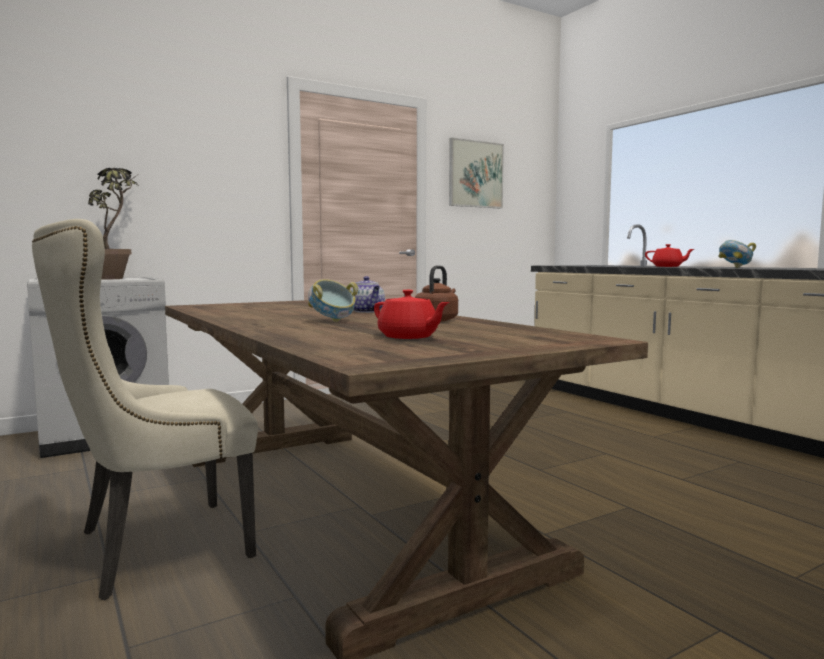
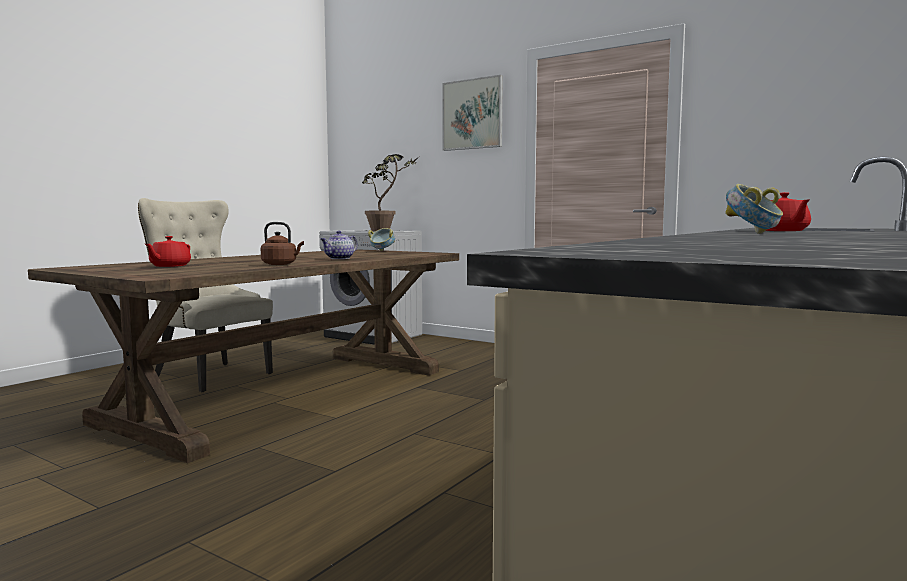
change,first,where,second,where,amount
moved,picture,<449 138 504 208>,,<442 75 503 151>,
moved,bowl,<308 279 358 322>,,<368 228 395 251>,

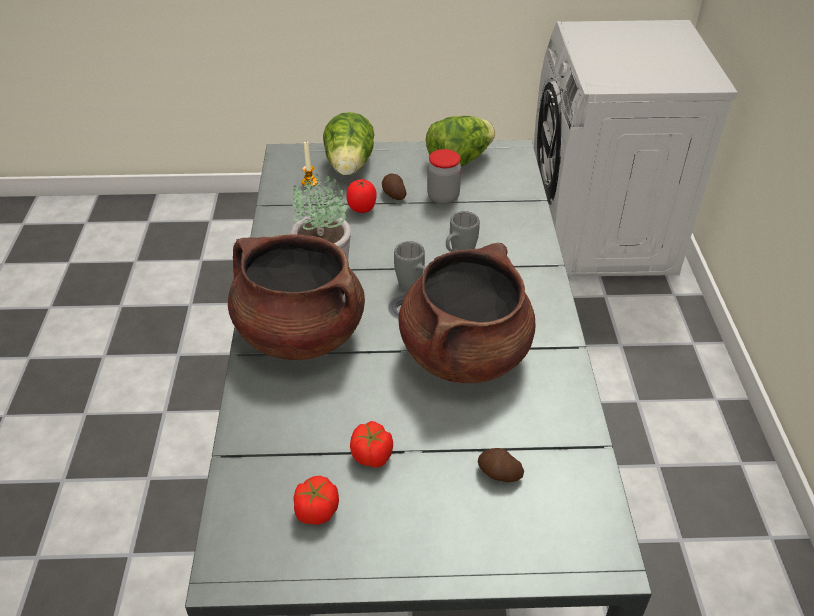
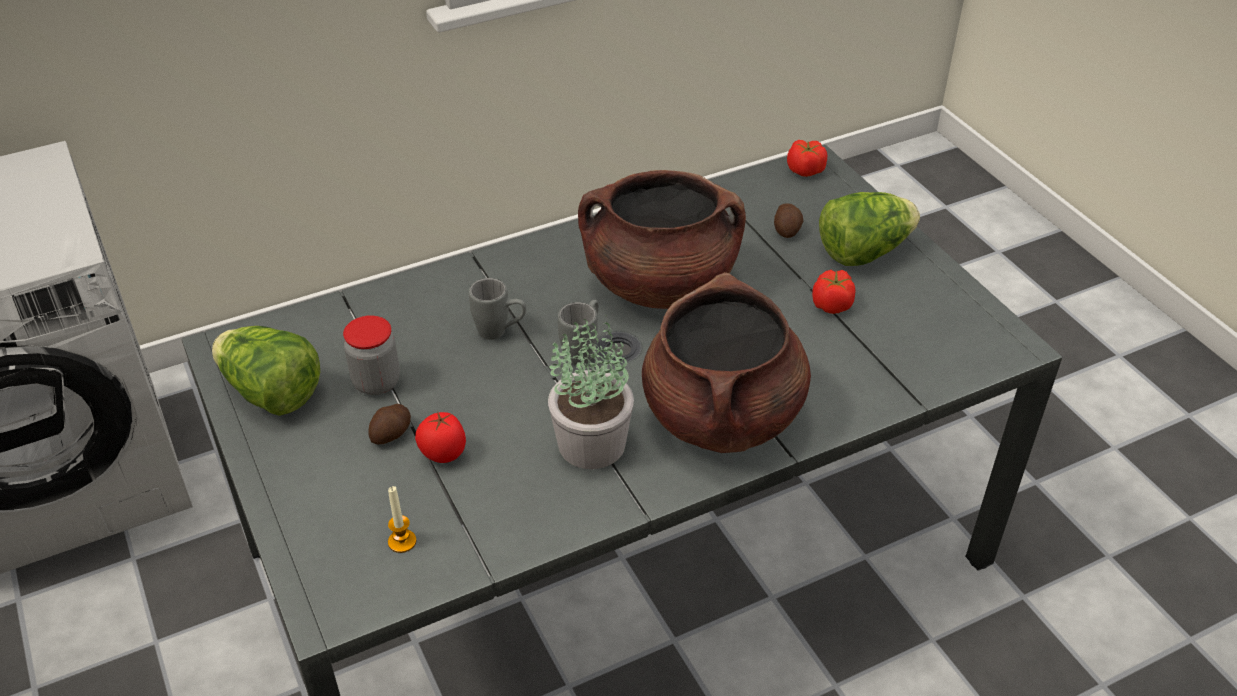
change,first,where,second,where,amount
moved,lettuce,<323 112 374 176>,,<819 192 920 266>,
moved,tomato,<293 476 339 525>,,<787 140 827 177>,

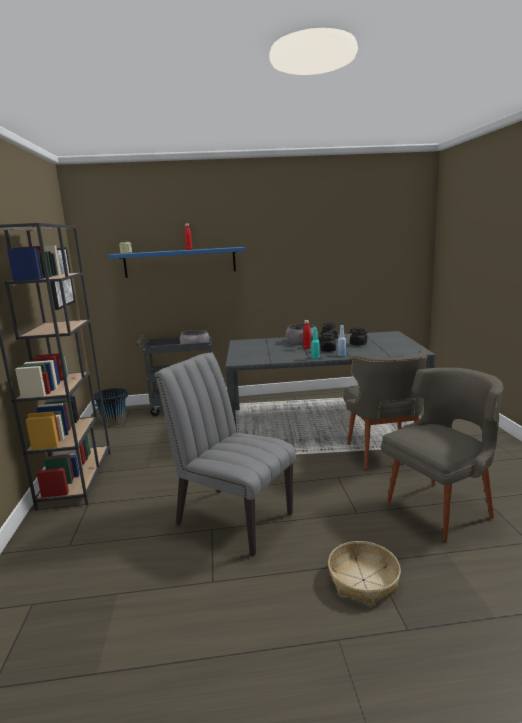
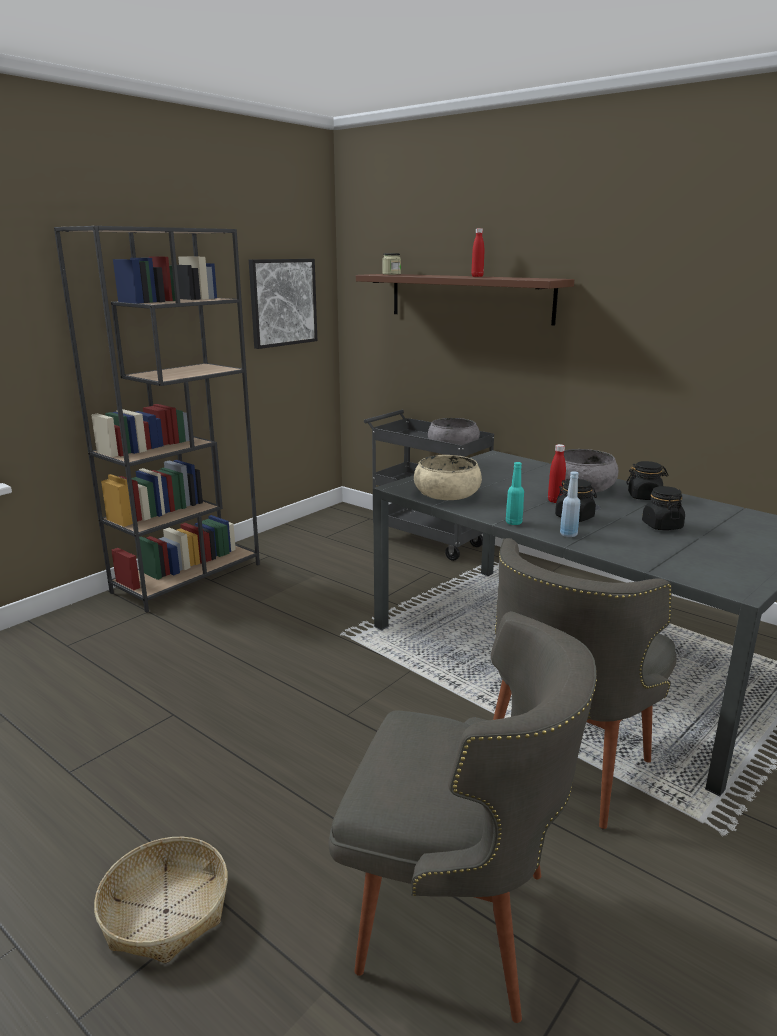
change,first,where,second,where,amount
recoloured,blue shelf,<108 247 245 278>,brown shelf,<356 274 574 325>,
removed,grey chair,<155 352 296 556>,,,
removed,black bucket,<91 388 129 426>,,,
added,,,beige bowl,<414 455 482 500>,

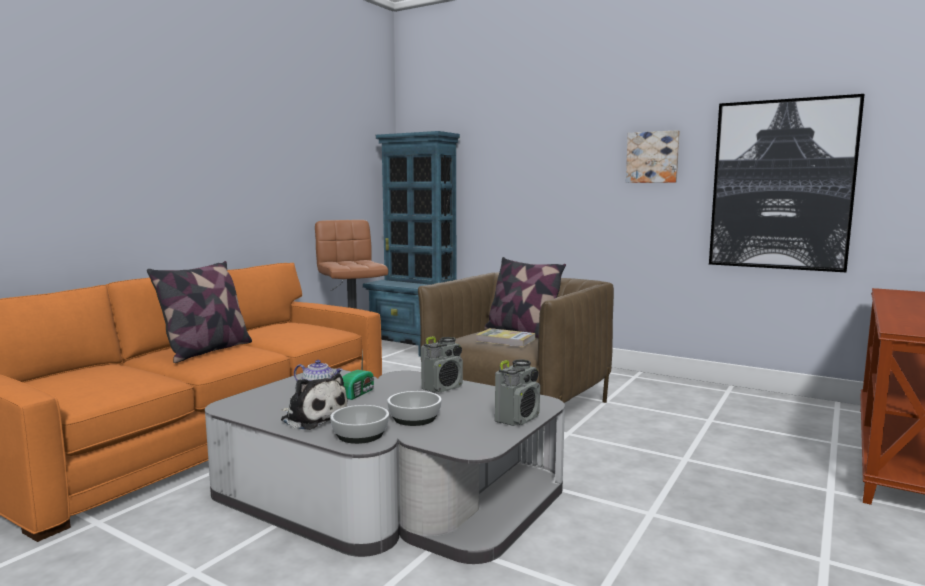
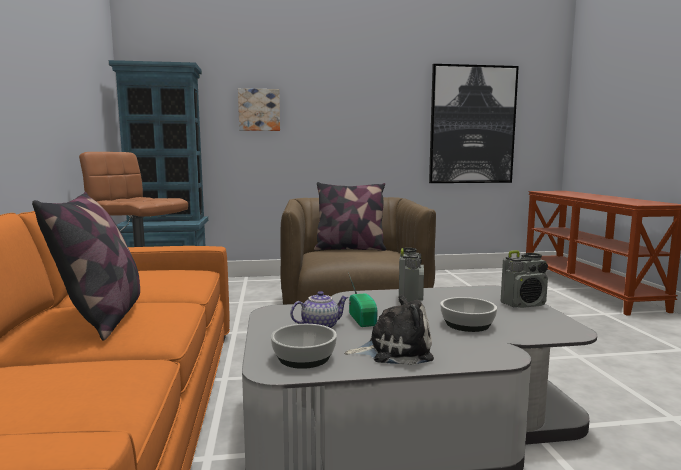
change,first,where,second,where,amount
moved,picture,<626 130 680 183>,,<238 88 280 131>,
removed,book,<476 328 535 347>,,,
turned,radio,<495 359 540 426>,,<501 250 548 308>,75 degrees clockwise
moved,bowl,<330 405 389 444>,,<271 324 337 369>,

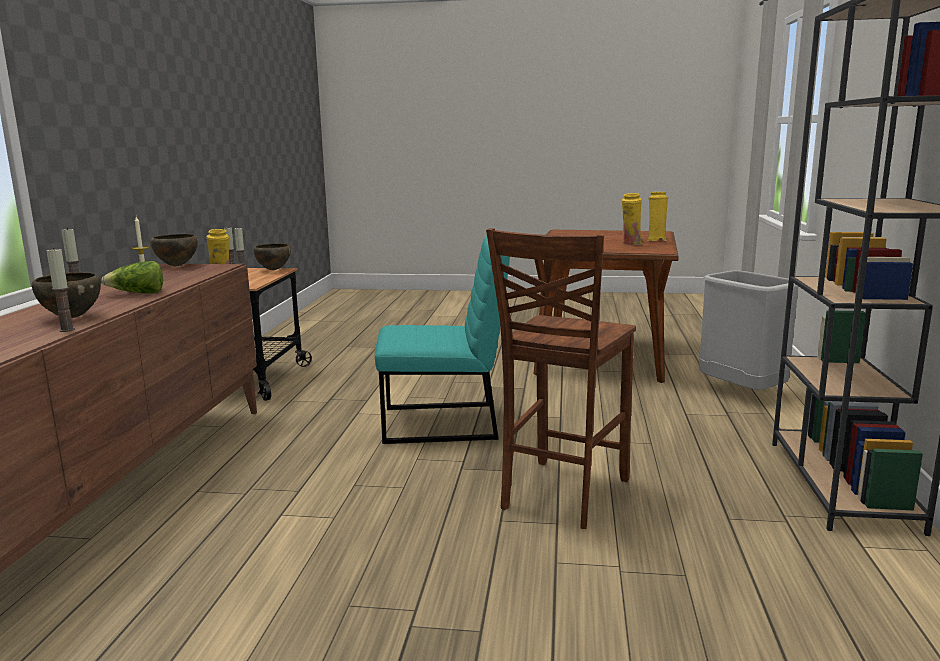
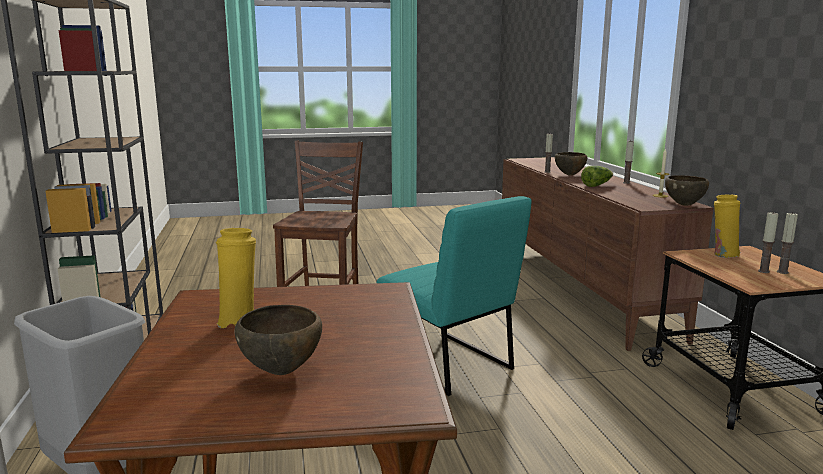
change,first,where,second,where,amount
removed,yellow vase,<648 192 668 241>,,,
turned,turquoise chair,<375 236 510 444>,,<377 196 532 396>,105 degrees counterclockwise
moved,brown bowl,<253 244 291 270>,,<234 305 322 375>,

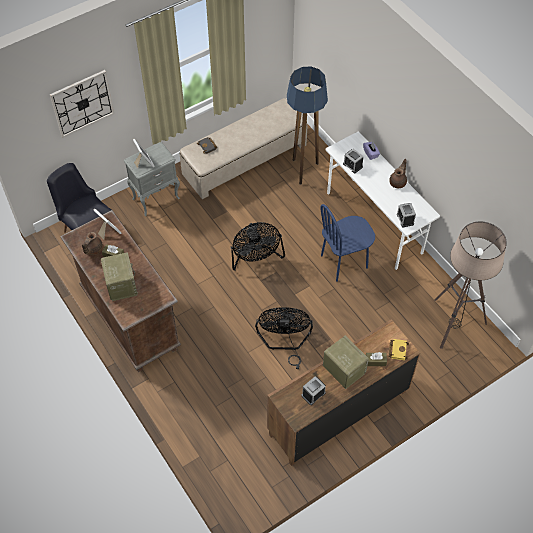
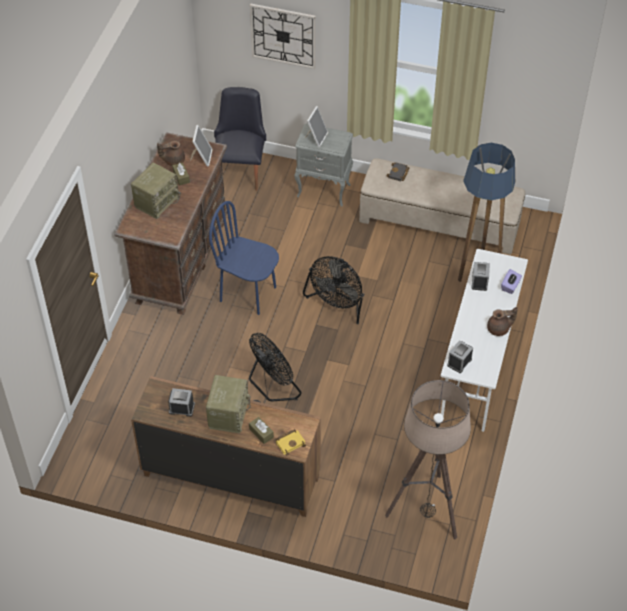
change,first,where,second,where,amount
moved,blue chair,<320 204 375 282>,,<209 201 279 315>,

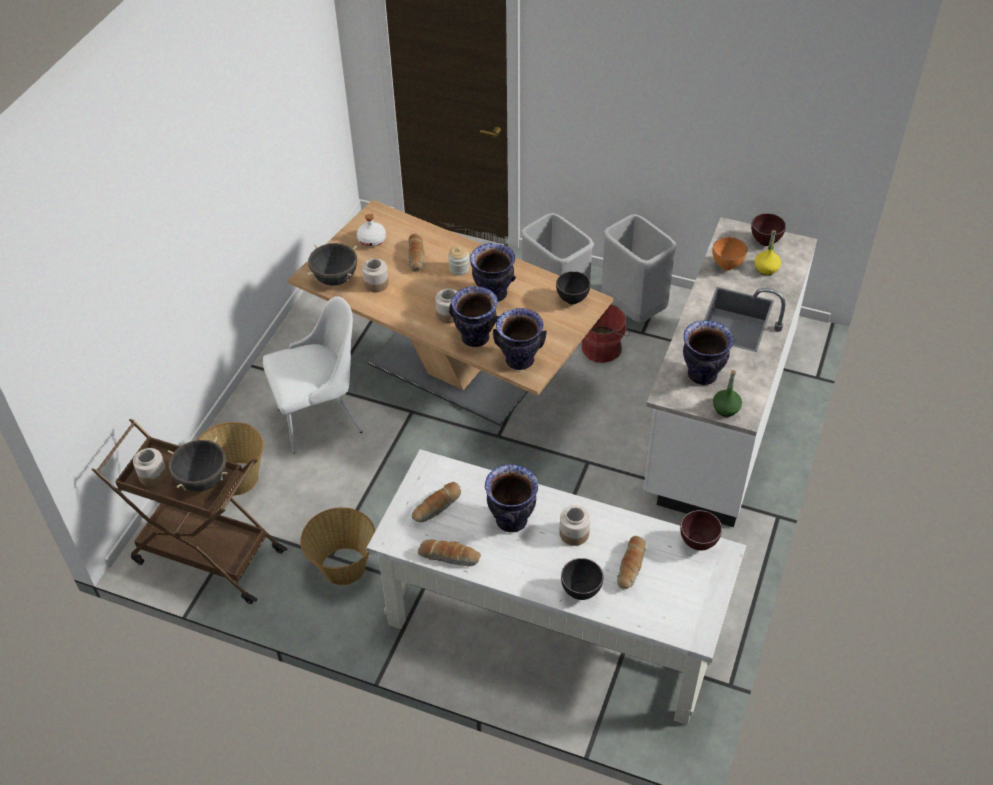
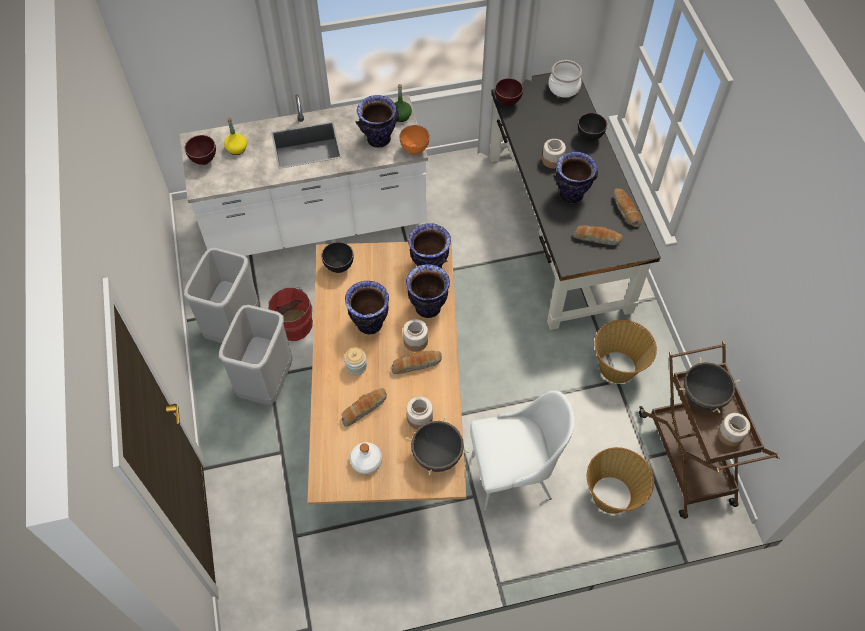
change,first,where,second,where,amount
moved,orange bowl,<712 237 748 270>,,<400 125 430 155>,
turned,white chair,<263 296 362 454>,,<470 390 574 511>,135 degrees clockwise
recoloured,white desk,<366 449 746 725>,black desk,<489 73 661 330>,
moved,bread,<617 536 646 589>,,<391 351 442 374>,
added,,,cooking pot,<548 60 582 98>,

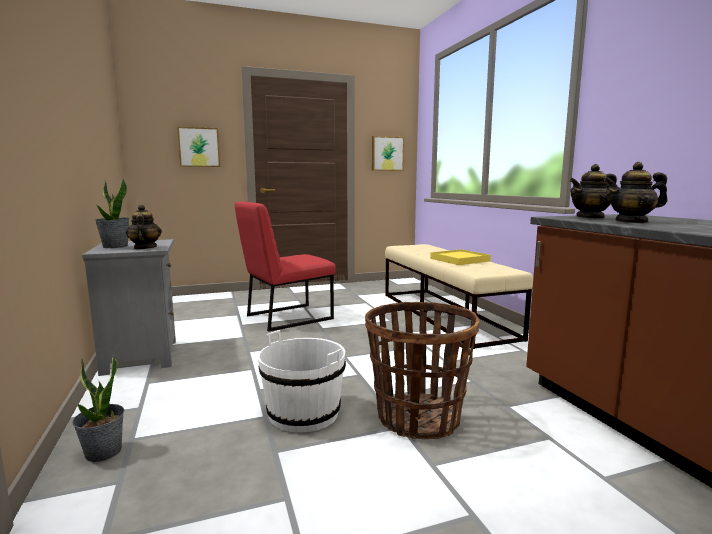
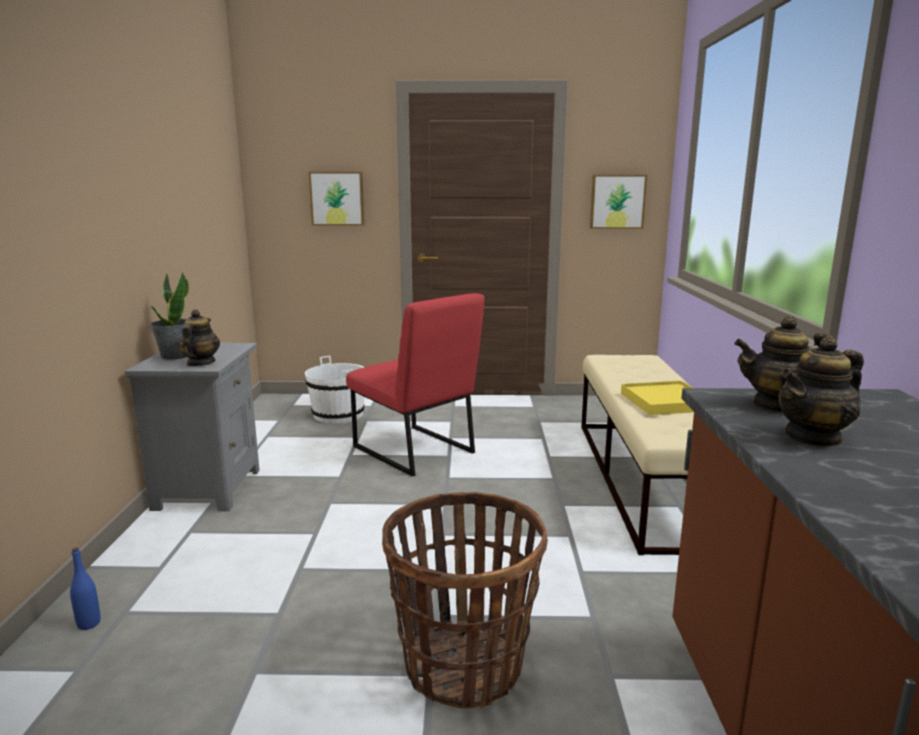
change,first,where,second,where,amount
turned,teapot,<604 162 667 223>,,<779 336 864 448>,45 degrees counterclockwise
turned,red chair,<235 202 336 332>,,<346 293 484 477>,120 degrees counterclockwise
moved,white bucket,<258 330 346 432>,,<305 356 364 423>,
replaced,potted plant,<72 355 124 462>,blue bottle,<70 547 101 630>,

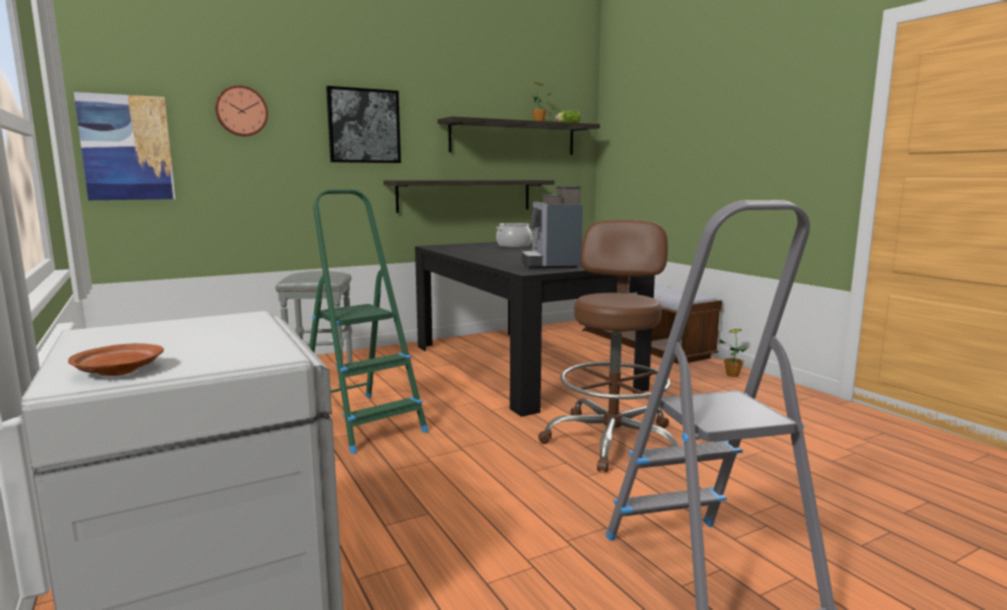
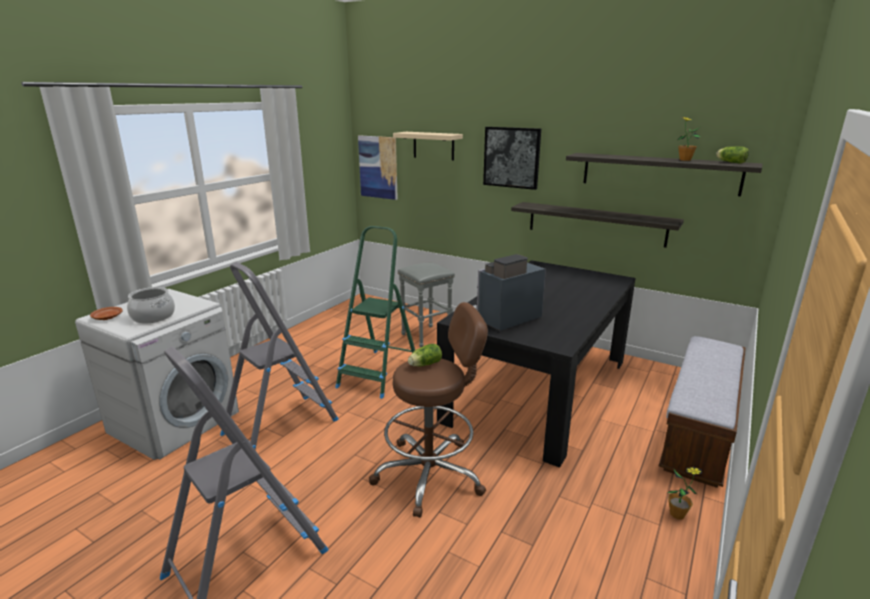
change,first,where,second,where,amount
replaced,wall clock,<215 85 268 136>,beige shelf,<393 132 463 160>,
moved,cooking pot,<496 223 532 247>,,<127 287 175 324>,
added,,,grey step ladder,<220 262 339 450>,
added,,,lettuce,<408 344 442 367>,

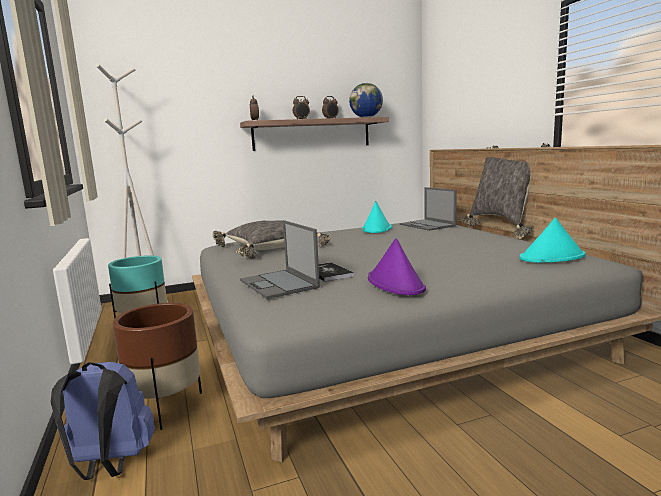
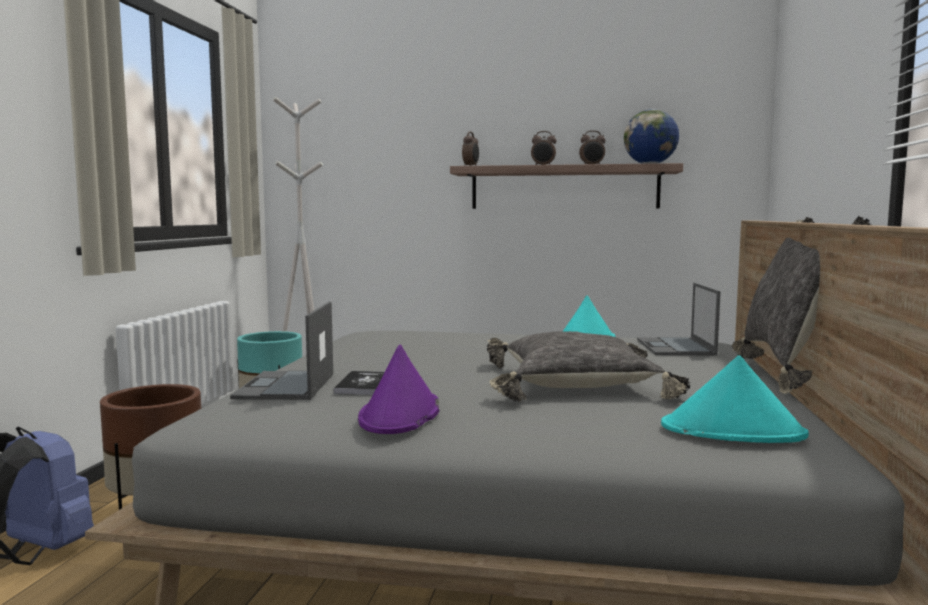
change,first,where,second,where,amount
moved,pillow,<212 220 331 259>,,<487 331 691 402>,

